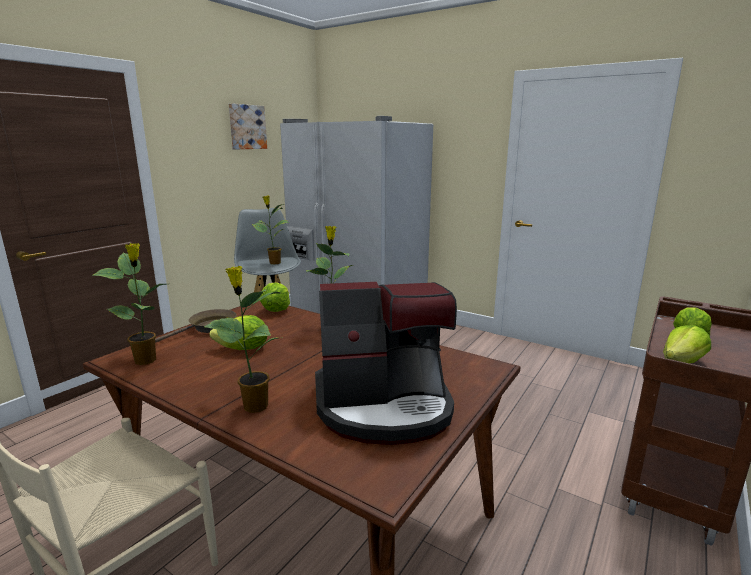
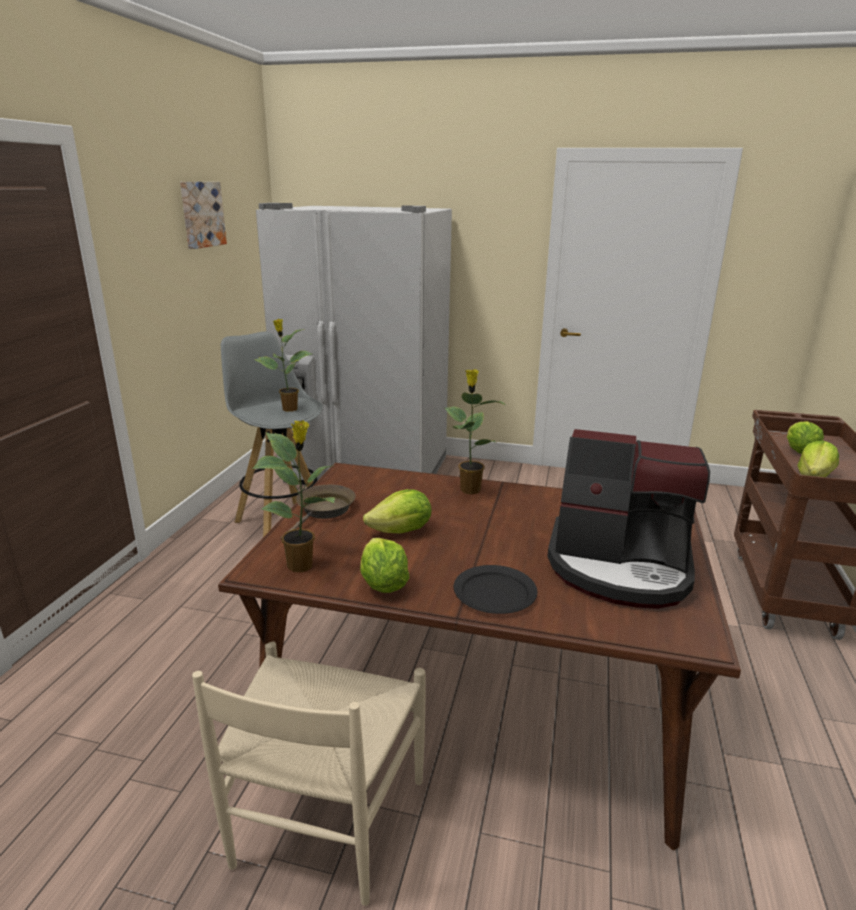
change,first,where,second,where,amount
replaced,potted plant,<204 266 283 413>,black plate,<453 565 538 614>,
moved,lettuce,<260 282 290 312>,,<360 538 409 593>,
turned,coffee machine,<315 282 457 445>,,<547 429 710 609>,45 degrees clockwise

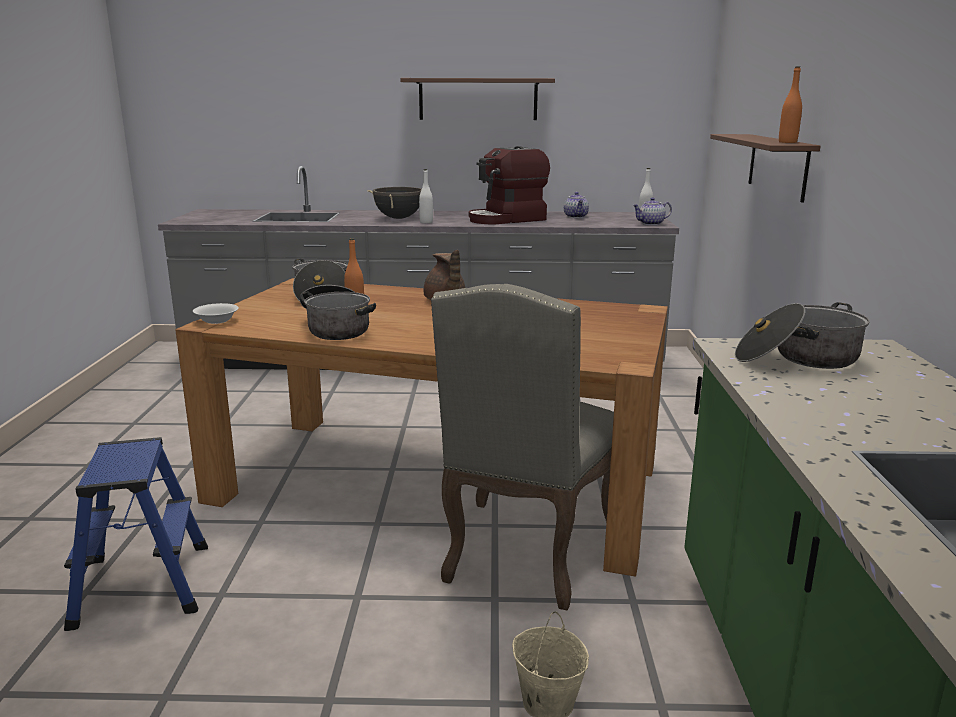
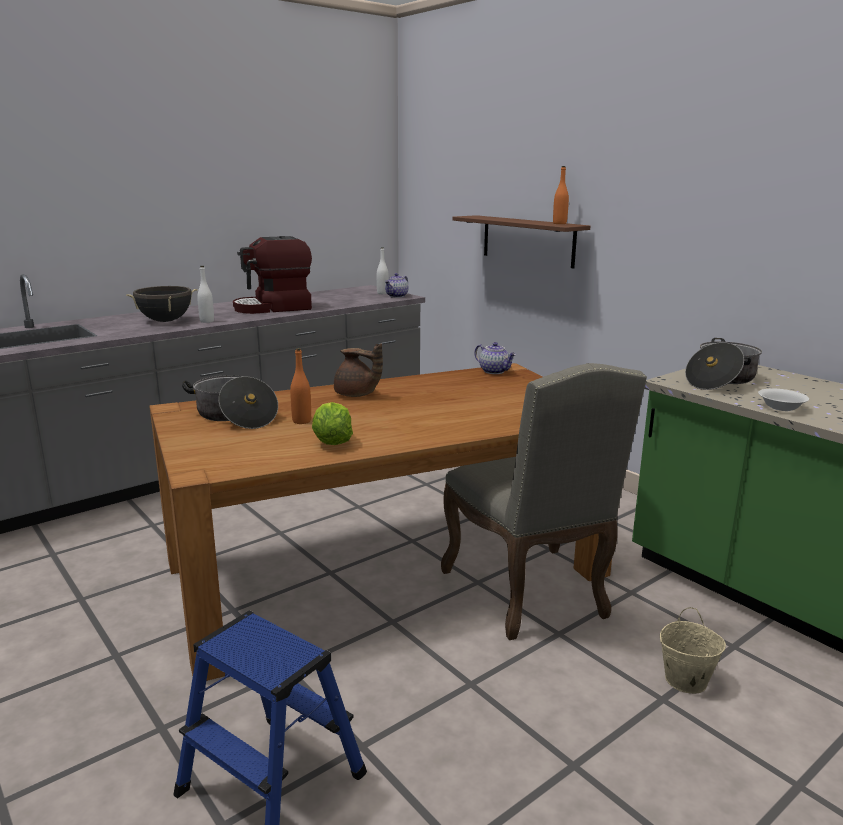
change,first,where,second,where,amount
removed,brown shelf,<400 78 555 120>,,,
turned,coffee machine,<469 146 550 225>,,<233 236 312 314>,45 degrees clockwise
moved,teapot,<564 192 589 218>,,<474 342 516 374>,
replaced,cooking pot,<300 285 376 340>,lettuce,<312 402 353 445>,
moved,white bowl,<193 303 239 324>,,<758 389 809 411>,

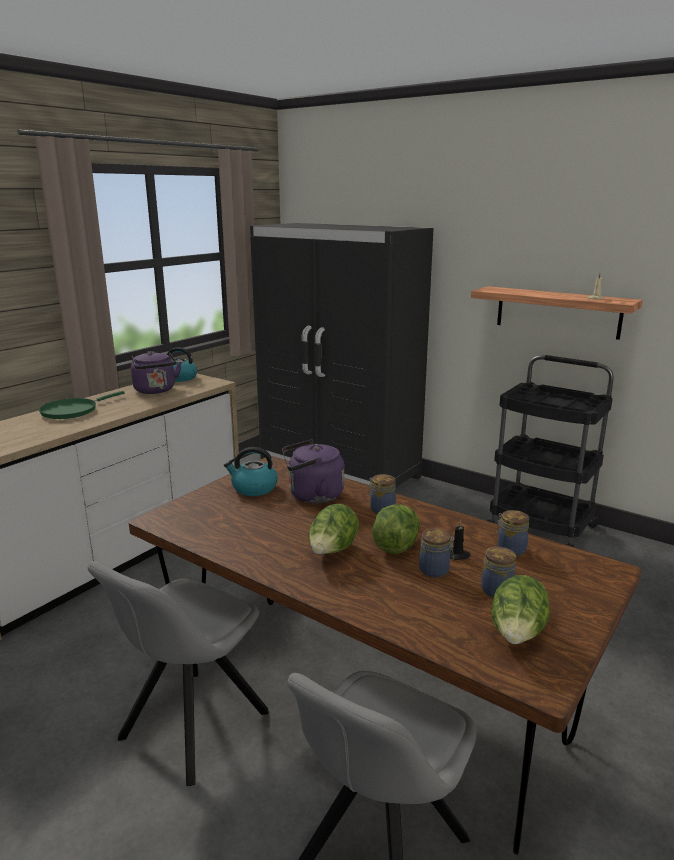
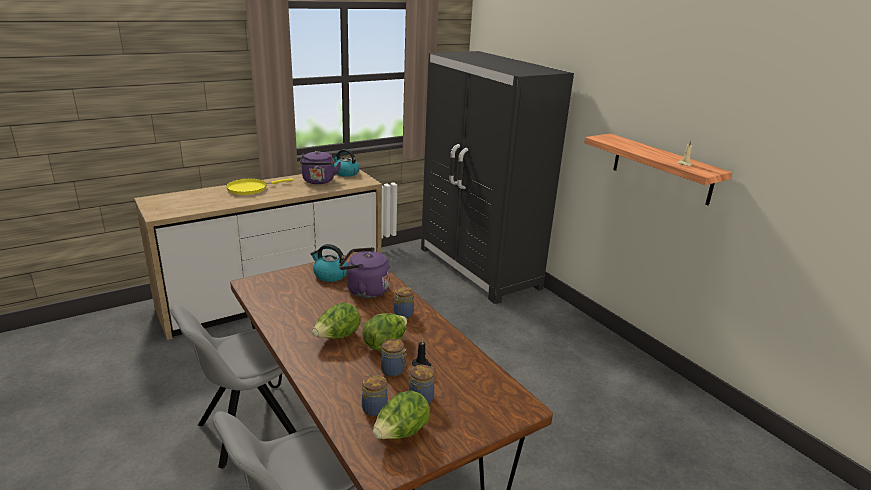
change,first,where,second,where,amount
removed,black cart,<487 355 613 547>,,,
recoloured,green frying pan,<39 391 125 419>,yellow frying pan,<226 178 294 195>,
moved,jar,<496 510 529 556>,,<362 374 388 416>,

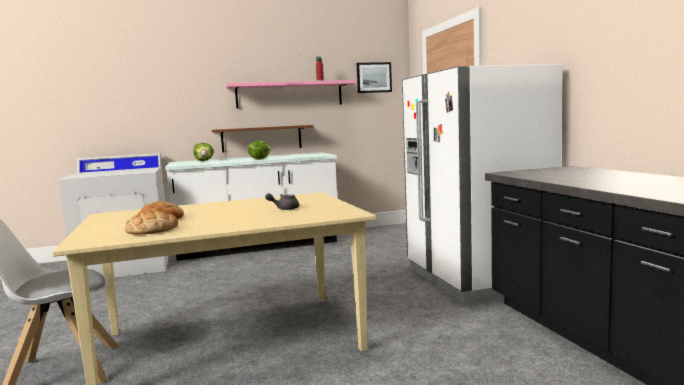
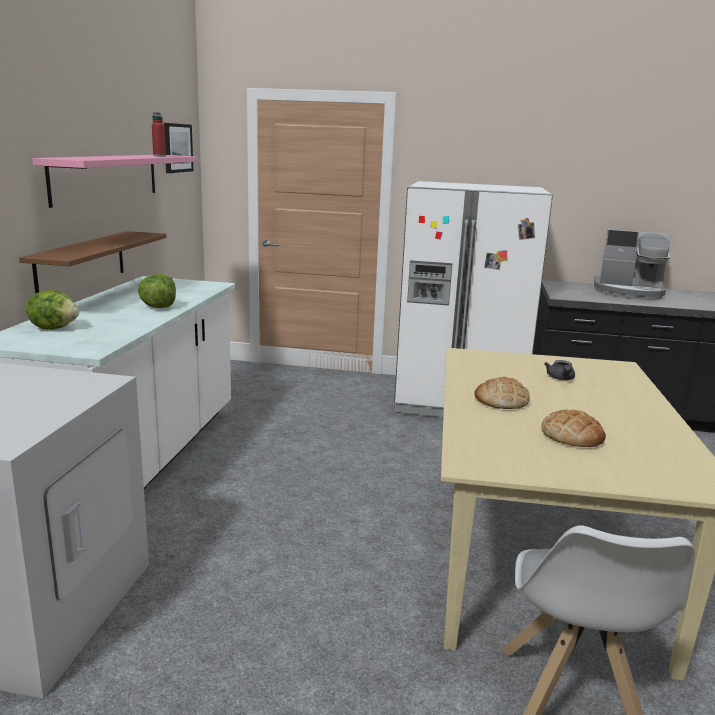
change,first,where,second,where,amount
moved,bread,<125 210 178 235>,,<474 377 530 409>,
added,,,coffee machine,<594 229 670 300>,

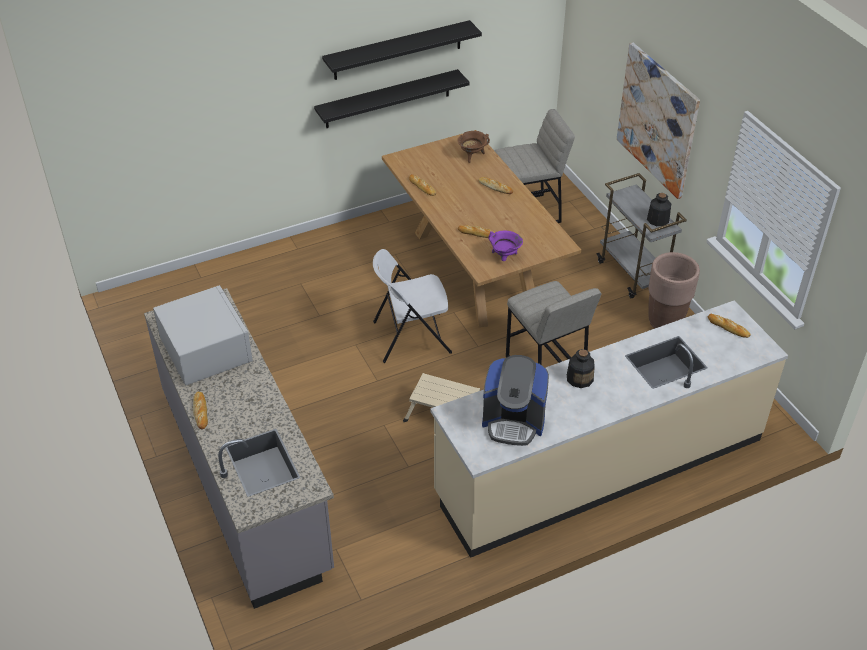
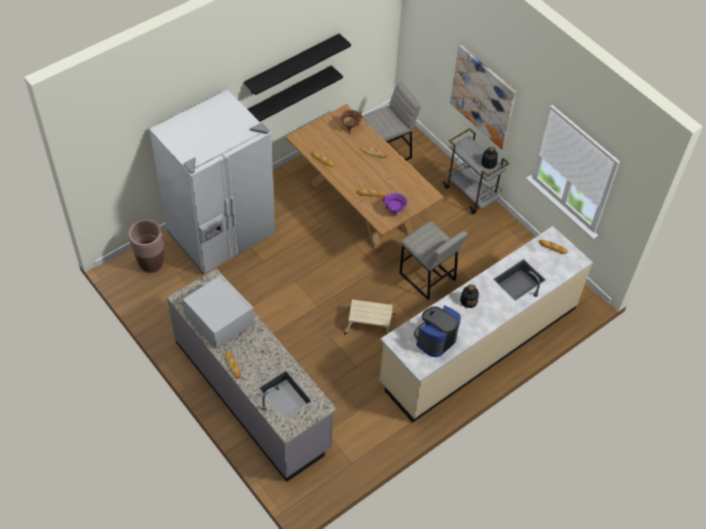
change,first,where,second,where,amount
removed,white chair,<373 249 452 363>,,,
moved,brown planter,<648 252 700 329>,,<128 219 164 273>,
turned,coffee machine,<482 355 549 446>,,<414 305 461 357>,135 degrees clockwise
added,,,white fridge,<149 89 275 274>,

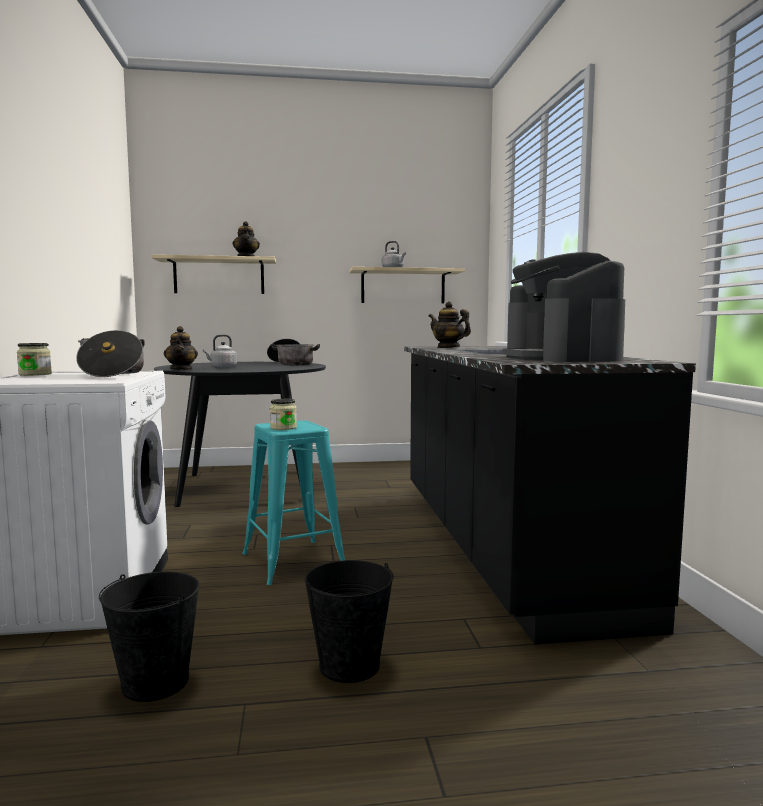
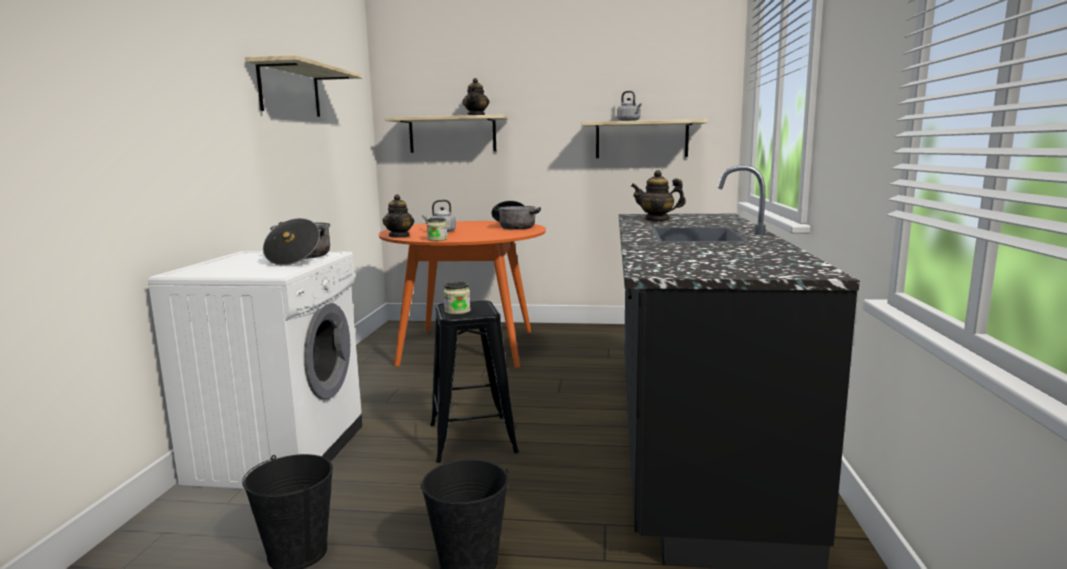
change,first,where,second,where,amount
removed,coffee machine,<503 252 625 362>,,,
turned,teapot,<429 302 471 348>,,<631 170 686 221>,45 degrees counterclockwise
moved,jar,<17 343 52 376>,,<427 218 448 241>,
recoloured,black dining table,<154 362 326 507>,orange dining table,<379 221 546 368>,
recoloured,turquoise stool,<242 420 345 585>,black stool,<430 300 519 463>,
added,,,shelf,<245 55 363 117>,

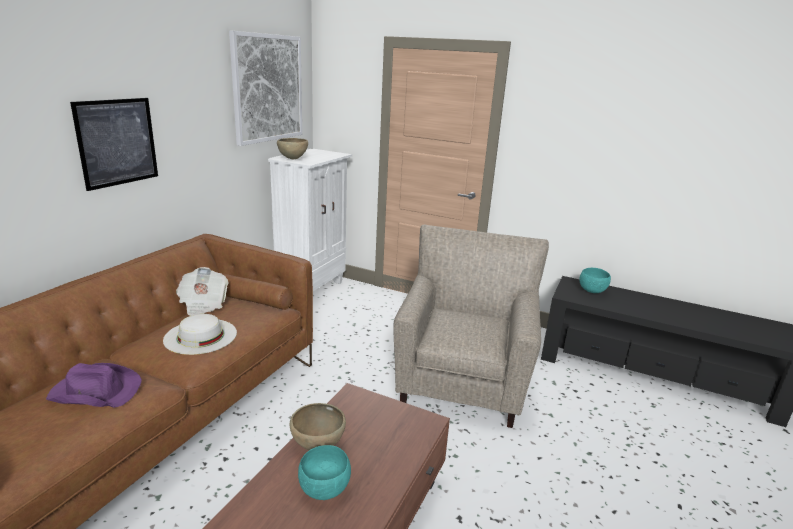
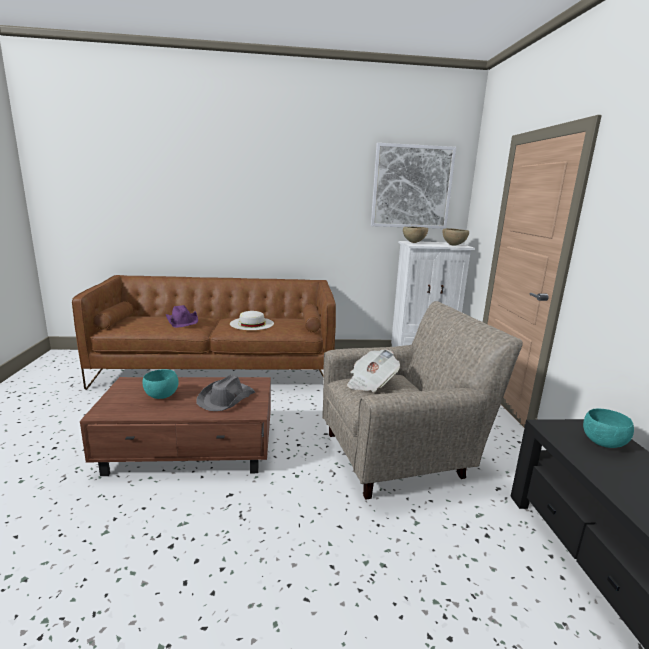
change,first,where,second,where,amount
removed,picture,<70 98 158 191>,,,
moved,newspaper,<176 267 229 316>,,<347 349 400 392>,
moved,brown bowl,<290 403 346 450>,,<442 228 469 246>,
added,,,grey hat,<196 375 255 411>,

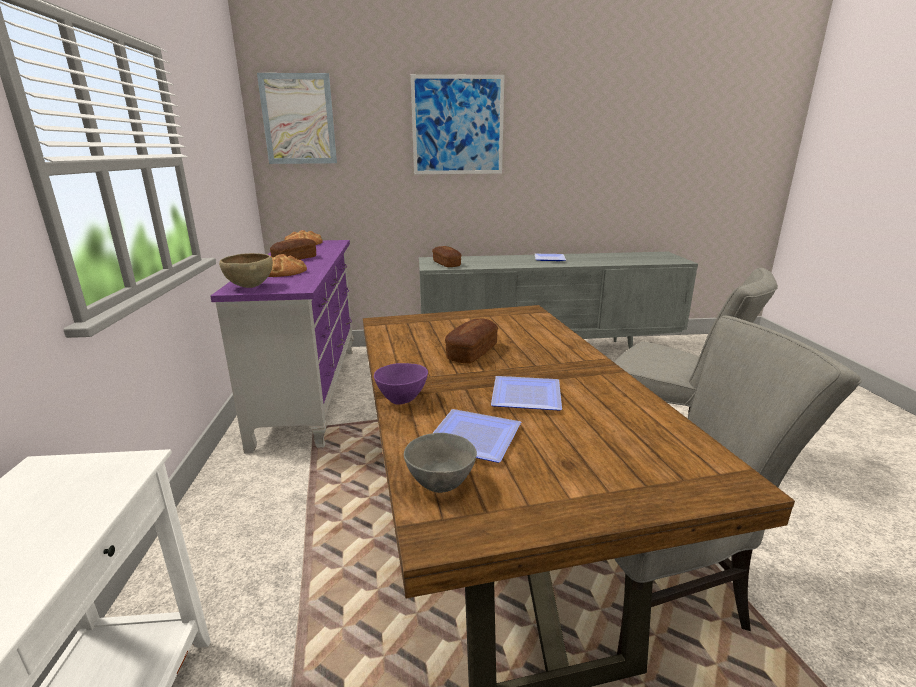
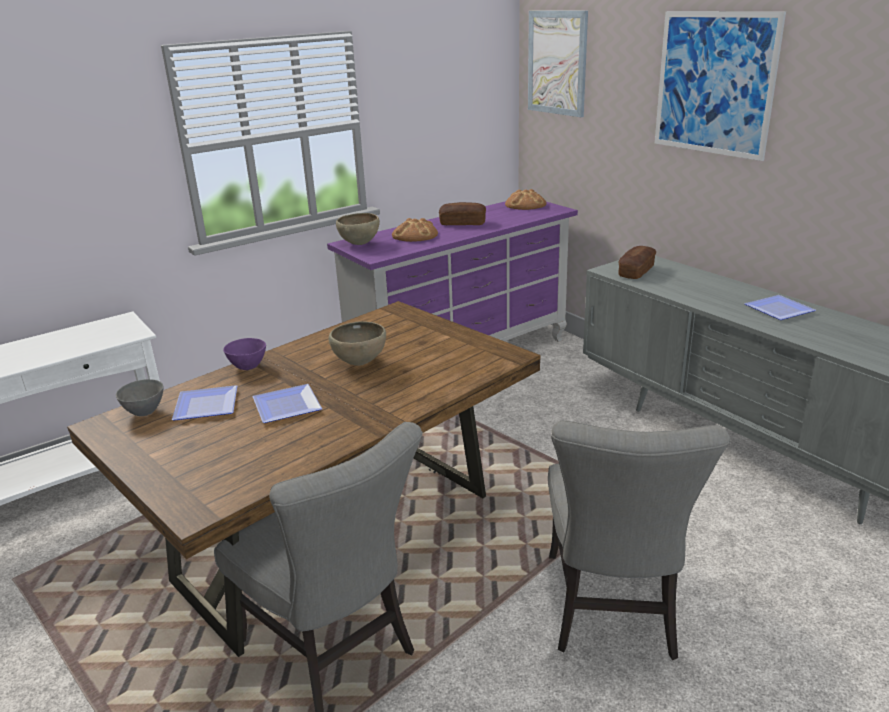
change,first,where,second,where,amount
replaced,bread,<445 318 498 364>,brown bowl,<329 321 386 366>,

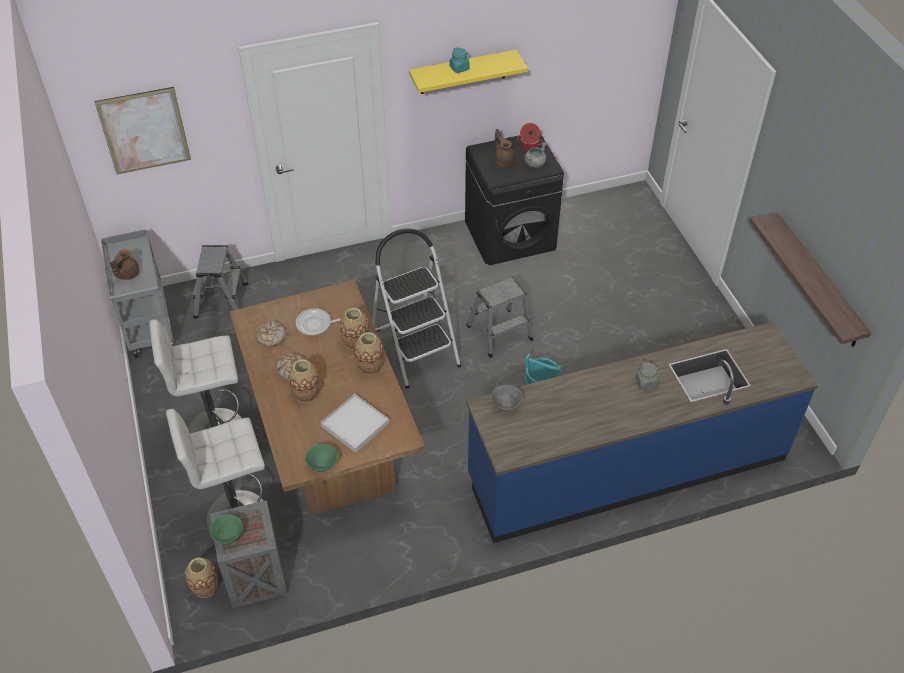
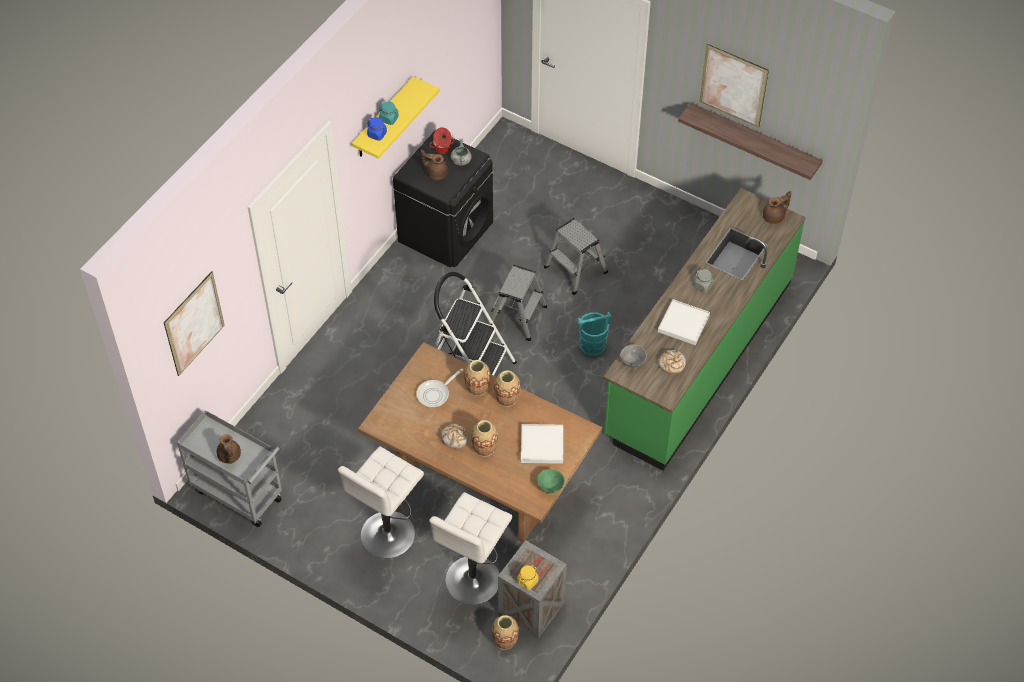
change,first,where,second,where,amount
moved,grey step ladder,<192 245 249 319>,,<544 218 608 295>,
moved,bread,<255 321 286 347>,,<658 350 686 374>,
recoloured,blue counter,<466 322 818 543>,green counter,<603 188 806 471>,
replaced,green bowl,<210 514 243 544>,yellow jar,<517 565 538 590>,
added,,,picture,<700 44 769 127>,
added,,,blue jar,<367 117 387 141>,
added,,,brown teapot,<763 191 791 224>,
added,,,white tray,<658 299 710 345>,

